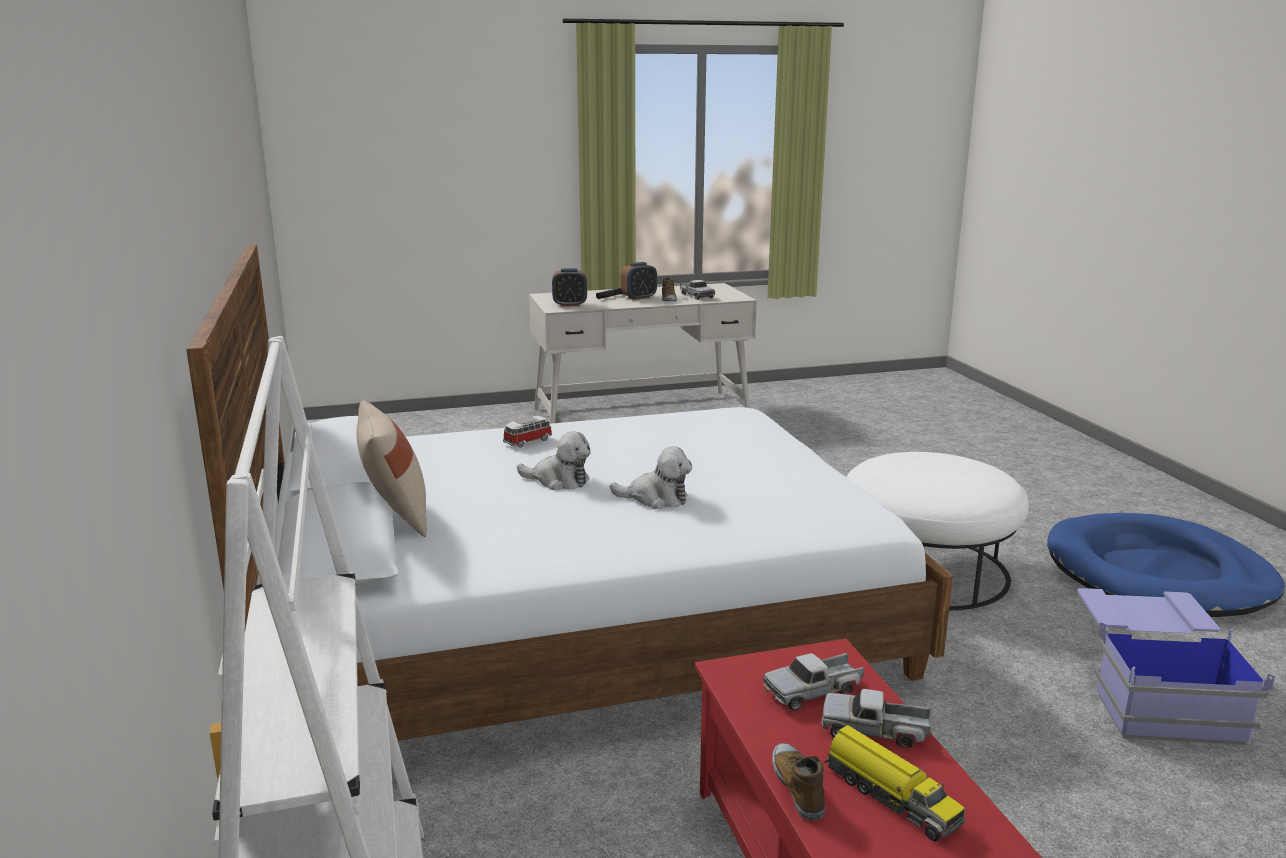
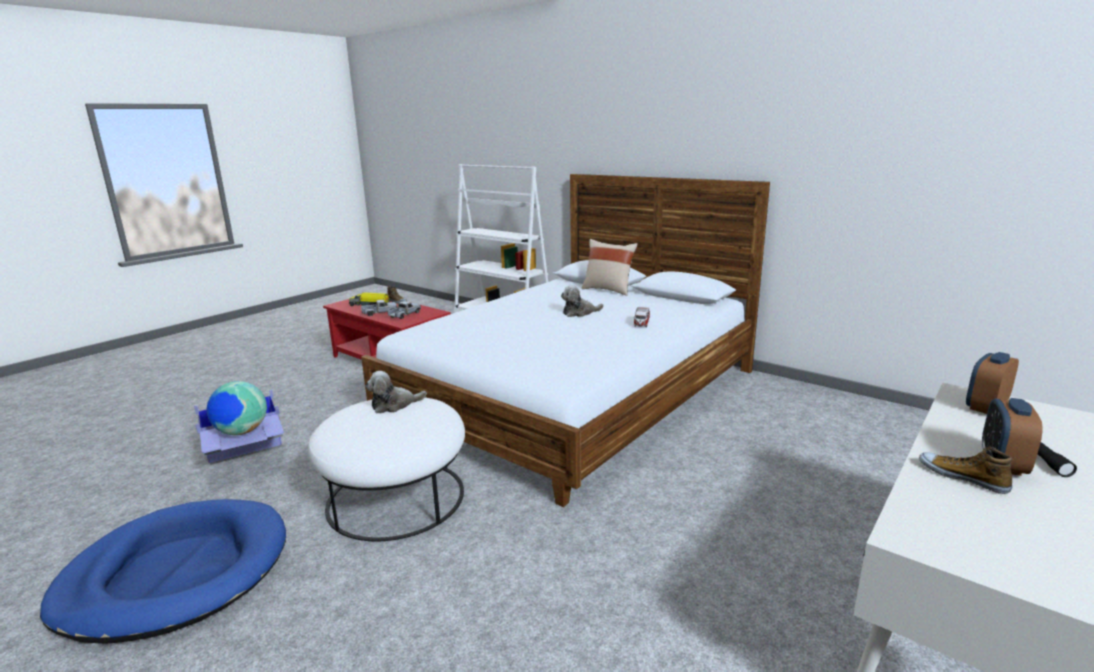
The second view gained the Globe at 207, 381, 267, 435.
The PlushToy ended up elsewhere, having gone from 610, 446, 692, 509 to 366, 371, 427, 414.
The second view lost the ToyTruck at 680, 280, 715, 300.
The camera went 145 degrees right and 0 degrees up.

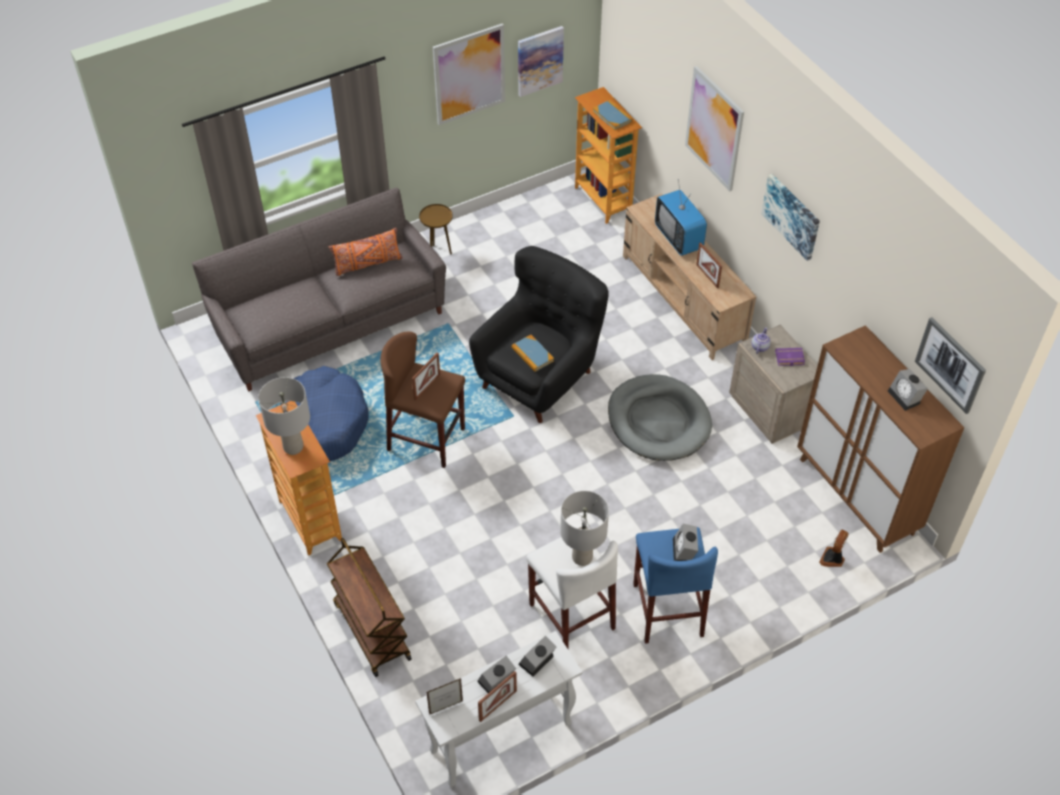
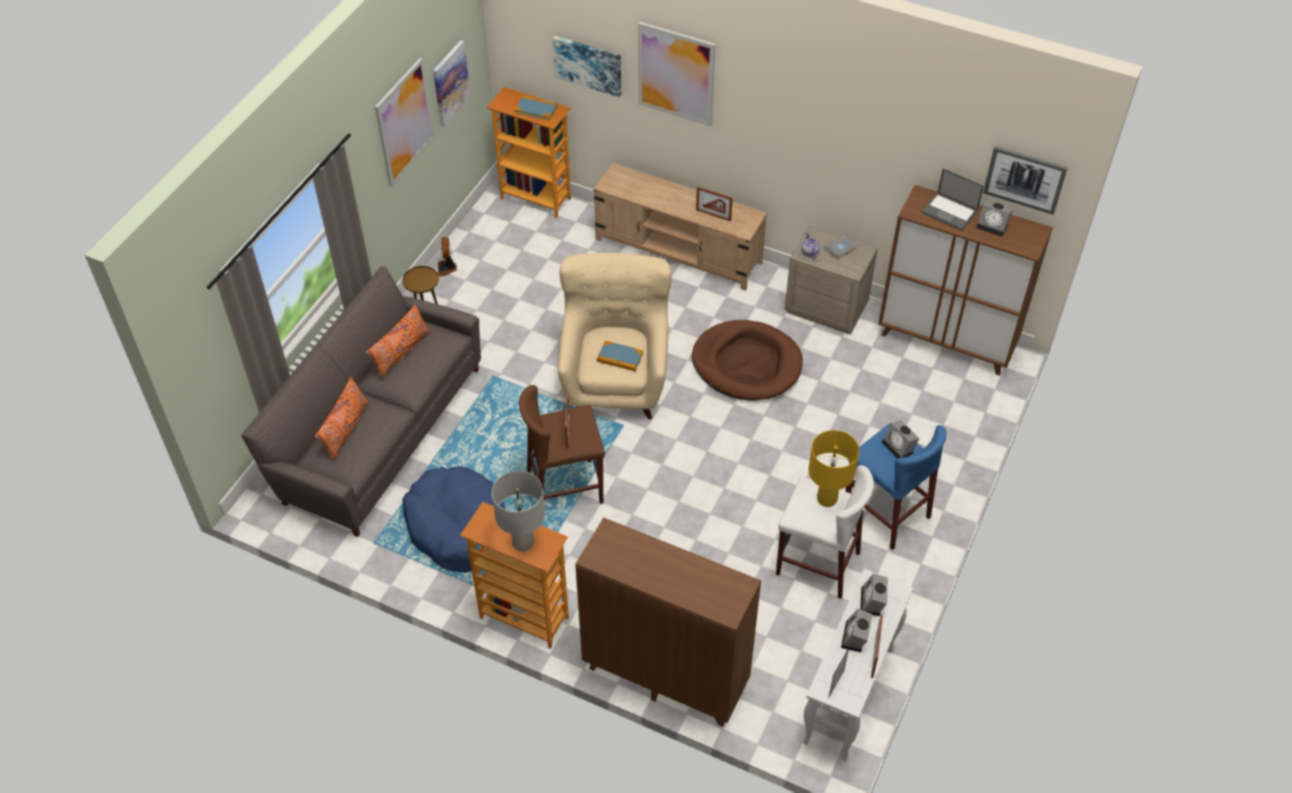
The second view gained the OrangePillow at 315, 376, 369, 460.
The Fan ended up elsewhere, having gone from 819, 530, 849, 567 to 438, 237, 457, 277.
The Picture ended up elsewhere, having gone from 761, 174, 820, 261 to 553, 36, 621, 97.
What was the BlackArmchair at 469, 246, 609, 423 turned into the BeigeArmchair at 558, 253, 672, 419.
Where the BrownCart stood at 327, 538, 412, 677, the BrownCabinet came to stand at 575, 517, 761, 727.
What was the GreyDogBed at 608, 374, 712, 461 turned into the BrownDogBed at 692, 320, 803, 401.
What was the GreyTableLamp at 560, 491, 609, 566 turned into the YellowTableLamp at 809, 430, 859, 507.
What was the PurpleBook at 775, 348, 805, 366 turned into the GreyBook at 824, 236, 856, 260.
The second view gained the Laptop at 921, 168, 984, 231.
The second view lost the Television at 655, 179, 707, 256.
The camera went 35 degrees left and 0 degrees up.

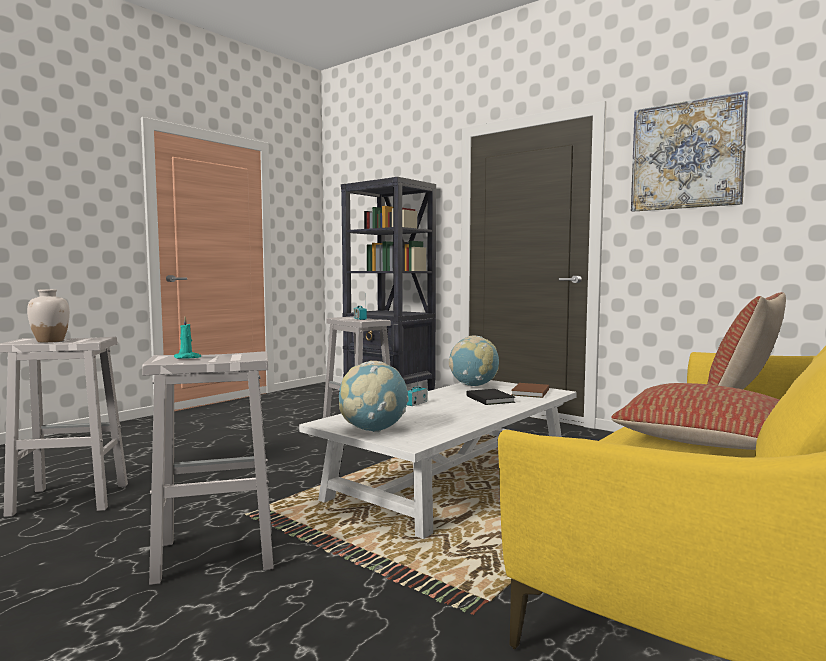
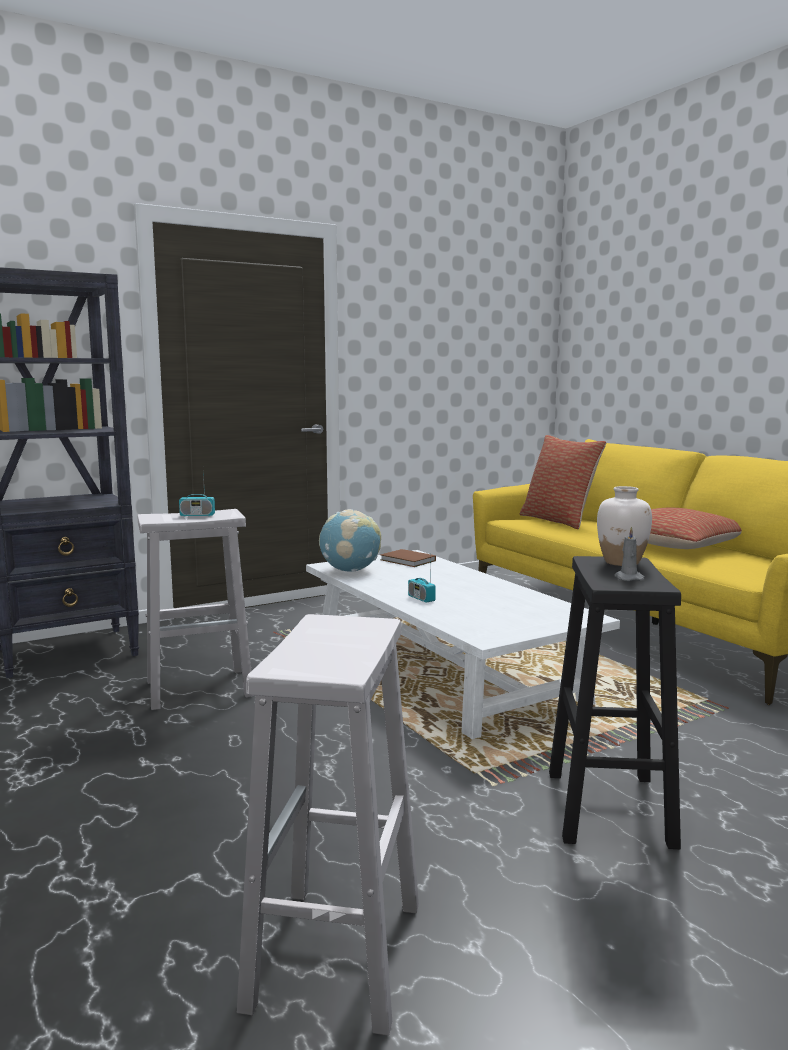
What was the WhiteStool at 142, 351, 274, 585 turned into the BlackStool at 549, 556, 681, 849.
The WhiteVase ended up elsewhere, having gone from 27, 289, 70, 342 to 597, 486, 652, 566.
What was the TurquoiseCandle at 174, 316, 202, 359 turned into the GreyCandle at 614, 526, 644, 581.
The second view lost the Globe at 339, 361, 409, 432.
The second view lost the BlackBook at 467, 389, 515, 405.
The second view lost the Picture at 631, 91, 749, 212.
The camera went 70 degrees left and 5 degrees up.

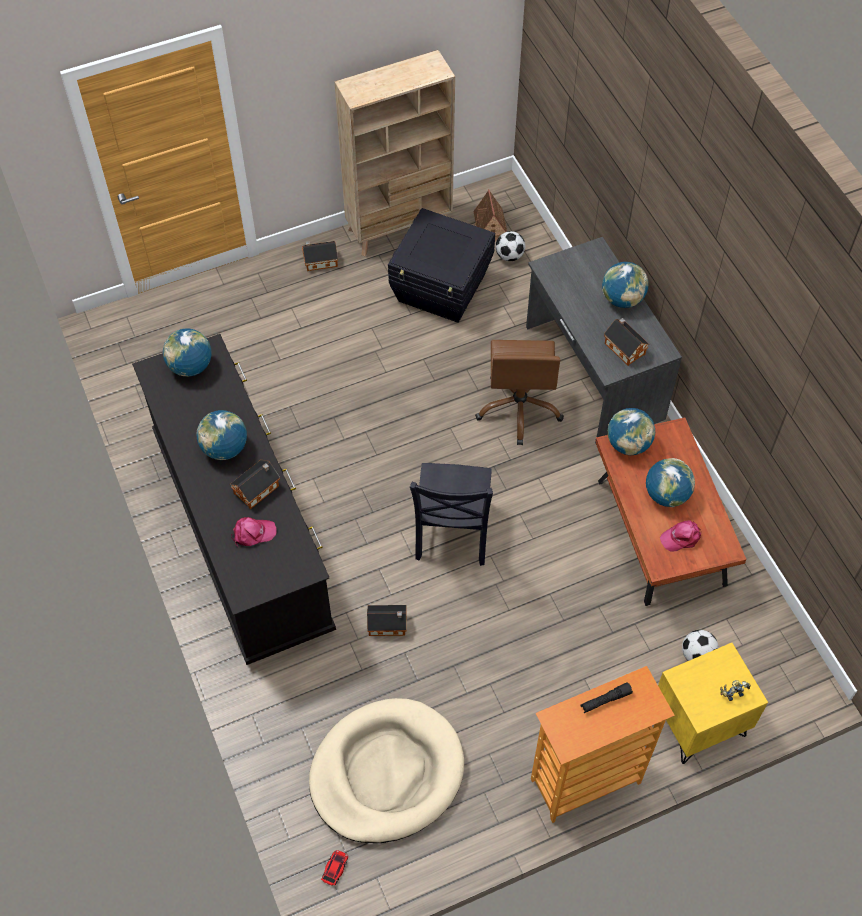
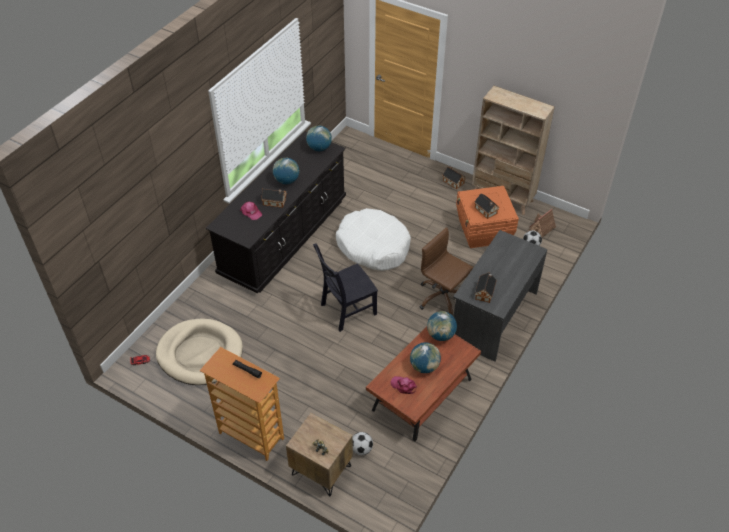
What was the YellowNightstand at 658, 643, 768, 764 turned into the BrownNightstand at 286, 413, 353, 496.
The second view gained the WhiteDogBed at 336, 208, 411, 271.
The BrownOfficeChair at 475, 340, 564, 445 ended up facing another way, 75 degrees clockwise from before.
What was the BlackStorageBox at 388, 208, 495, 323 turned into the OrangeStorageBox at 456, 186, 519, 248.
The ToyHouse ended up elsewhere, having gone from 367, 605, 407, 636 to 474, 193, 499, 219.
The second view lost the Globe at 602, 262, 649, 308.
The camera went 55 degrees right and 10 degrees down.

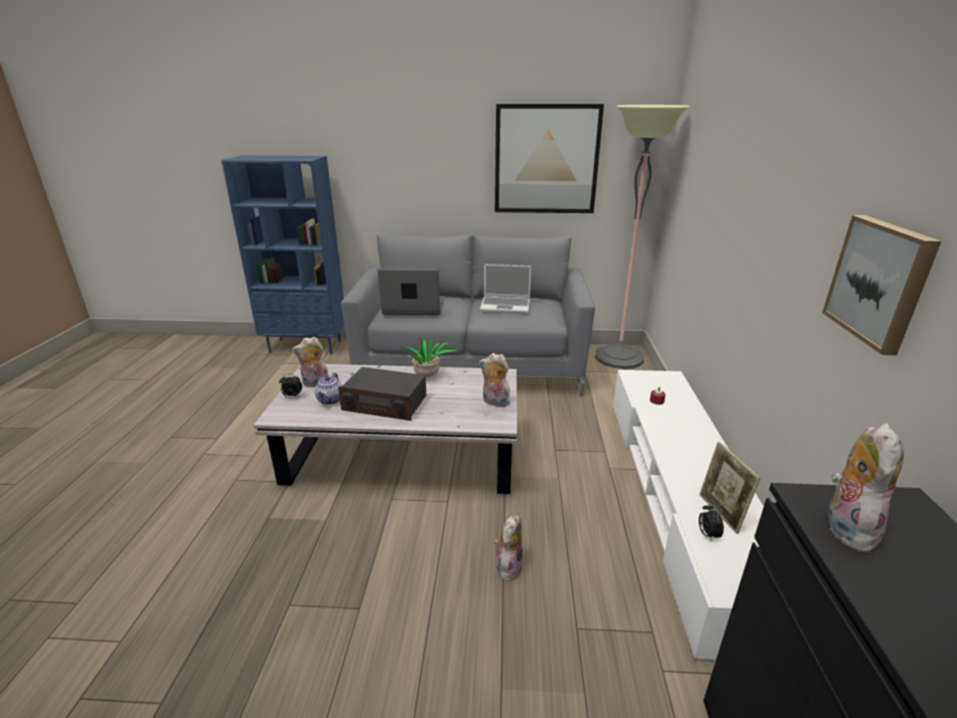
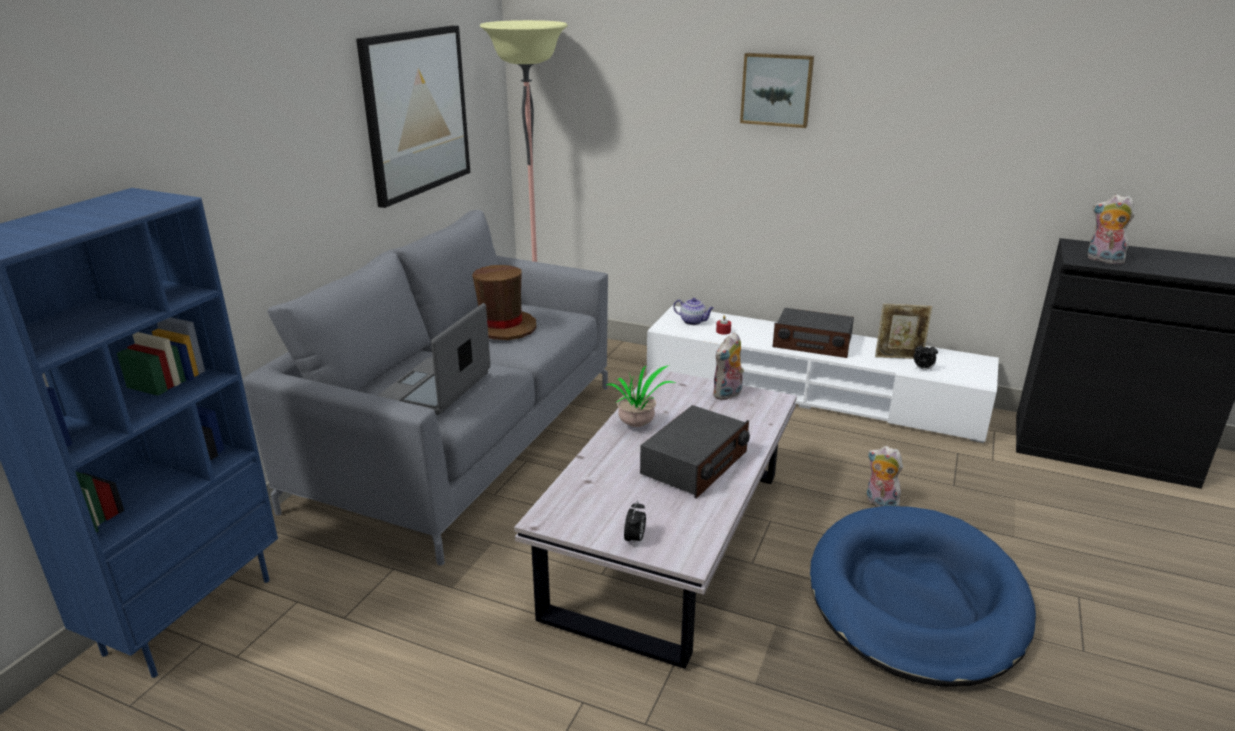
Where the Laptop stood at 480, 264, 531, 314, the BrownHat came to stand at 472, 265, 537, 340.
The Teapot ended up elsewhere, having gone from 315, 373, 343, 405 to 673, 298, 714, 325.
The Picture ended up elsewhere, having gone from 822, 215, 942, 355 to 740, 53, 814, 128.
The second view gained the Radio at 773, 308, 854, 358.
The second view gained the BlueDogBed at 810, 506, 1036, 687.
The second view lost the PlushToy at 292, 337, 329, 387.
The camera went 70 degrees left and 0 degrees up.

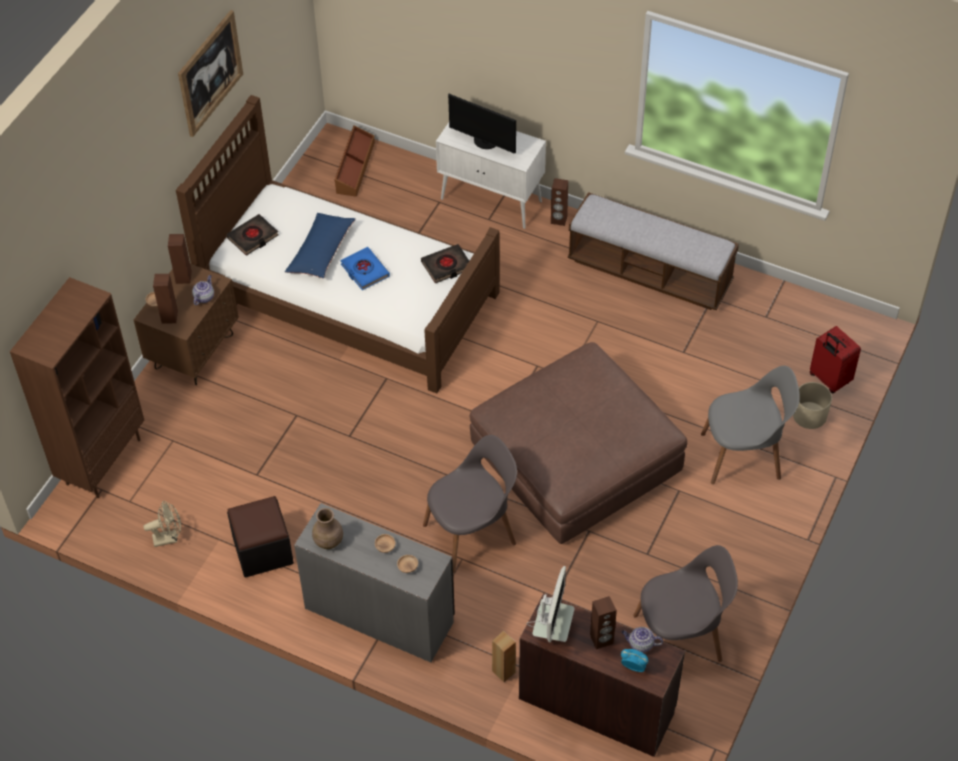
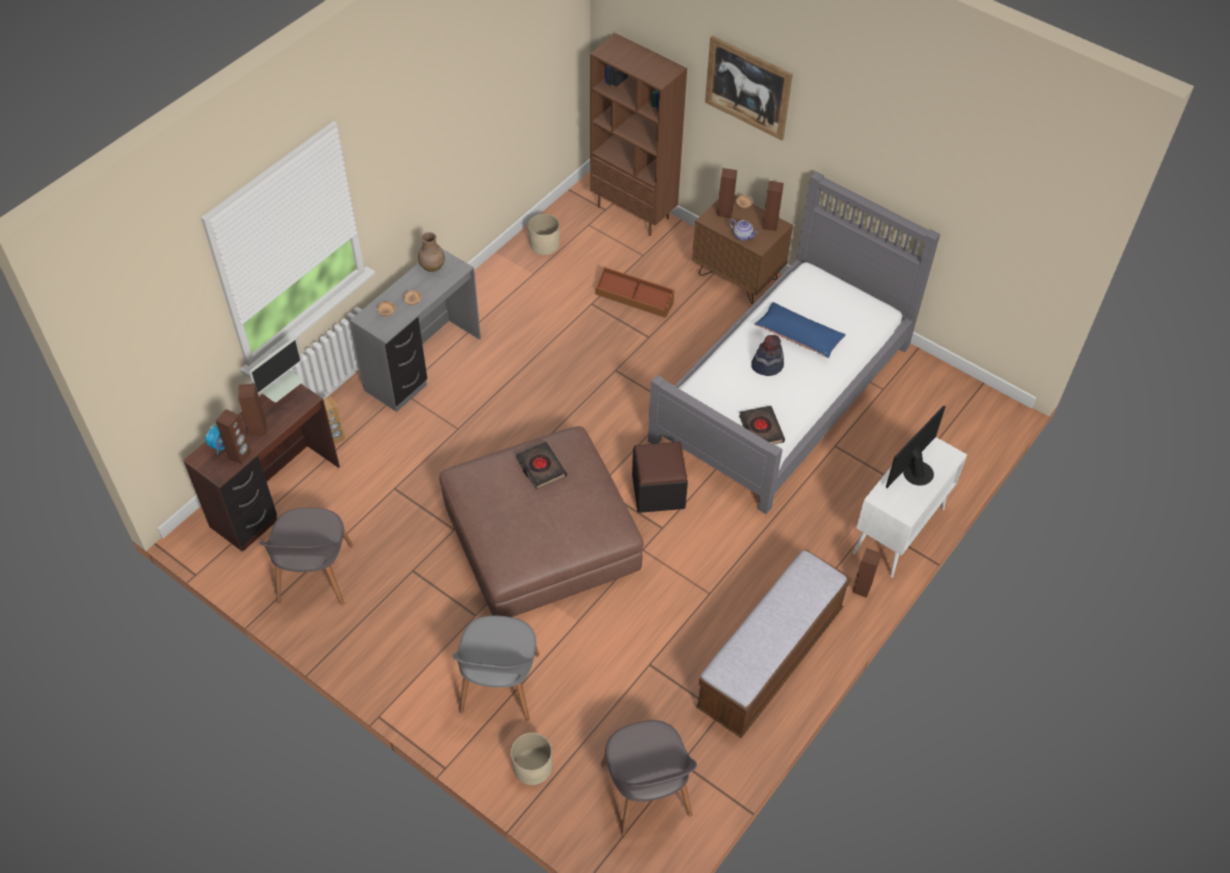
Where the Teapot stood at 621, 627, 663, 653, the BrownSpeaker came to stand at 216, 409, 252, 464.
The Monitor at 526, 566, 575, 643 ended up facing another way, 75 degrees counterclockwise from before.
The BlackBook ended up elsewhere, having gone from 226, 214, 278, 256 to 516, 442, 567, 490.
Where the BeigeFan stood at 143, 501, 181, 547, the BeigePlanter came to stand at 528, 214, 560, 255.
The BrownStorageBox ended up elsewhere, having gone from 335, 125, 375, 197 to 596, 267, 675, 318.
The GreyChair ended up elsewhere, having gone from 423, 435, 517, 573 to 601, 720, 697, 835.
The BlackOttoman ended up elsewhere, having gone from 227, 496, 294, 578 to 632, 442, 688, 513.
What was the BrownBed at 176, 95, 500, 393 turned into the GreyBed at 648, 171, 940, 514.
The Picture ended up elsewhere, having gone from 178, 10, 243, 137 to 705, 36, 793, 141.
Where the BlueBook stood at 340, 247, 390, 290, the Hat came to stand at 751, 335, 784, 376.
The second view lost the RedSuitcase at 810, 326, 861, 393.
The camera went 100 degrees right and 0 degrees up.

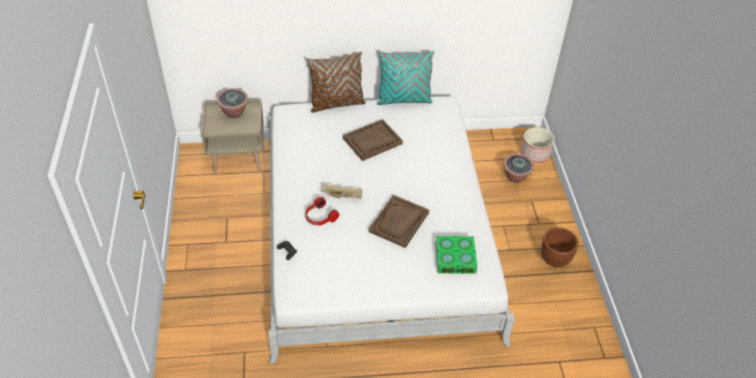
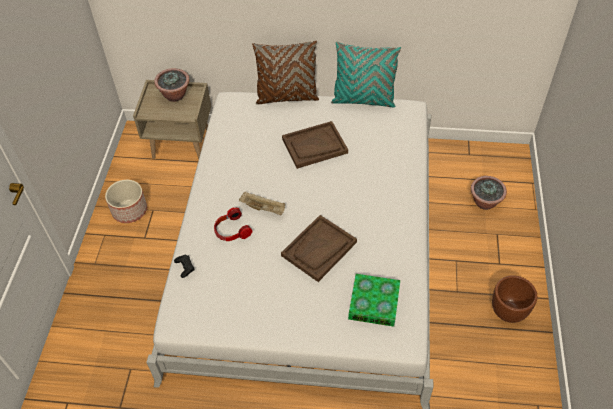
The Planter ended up elsewhere, having gone from 521, 127, 555, 163 to 105, 180, 147, 223.
The camera went 15 degrees right and 5 degrees up.

